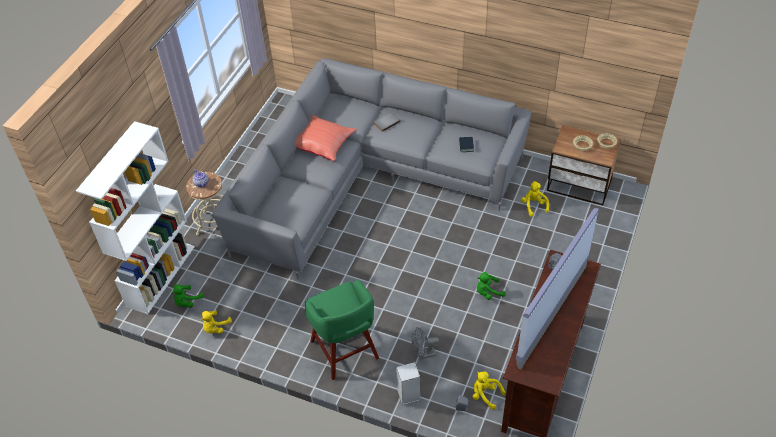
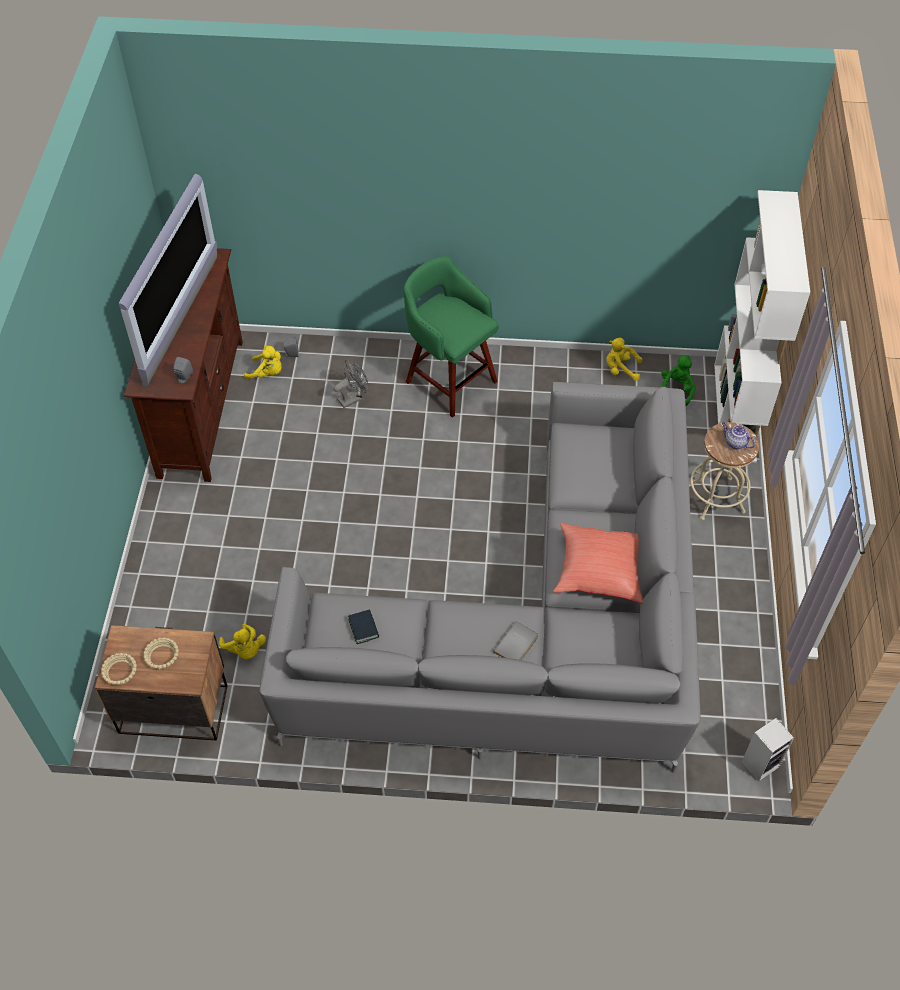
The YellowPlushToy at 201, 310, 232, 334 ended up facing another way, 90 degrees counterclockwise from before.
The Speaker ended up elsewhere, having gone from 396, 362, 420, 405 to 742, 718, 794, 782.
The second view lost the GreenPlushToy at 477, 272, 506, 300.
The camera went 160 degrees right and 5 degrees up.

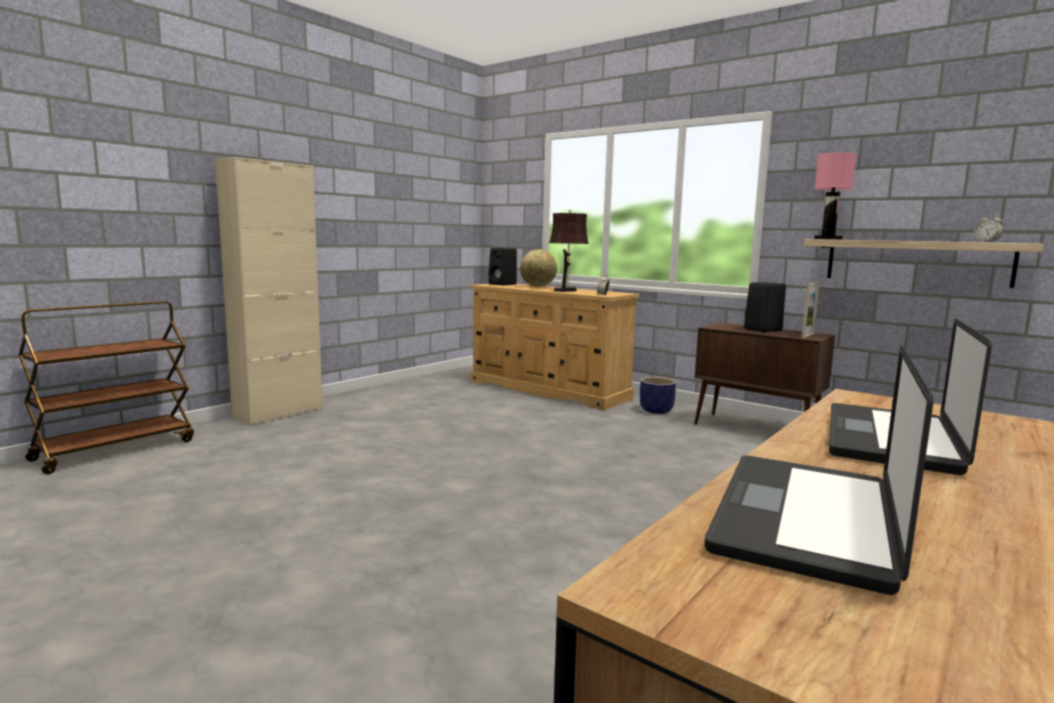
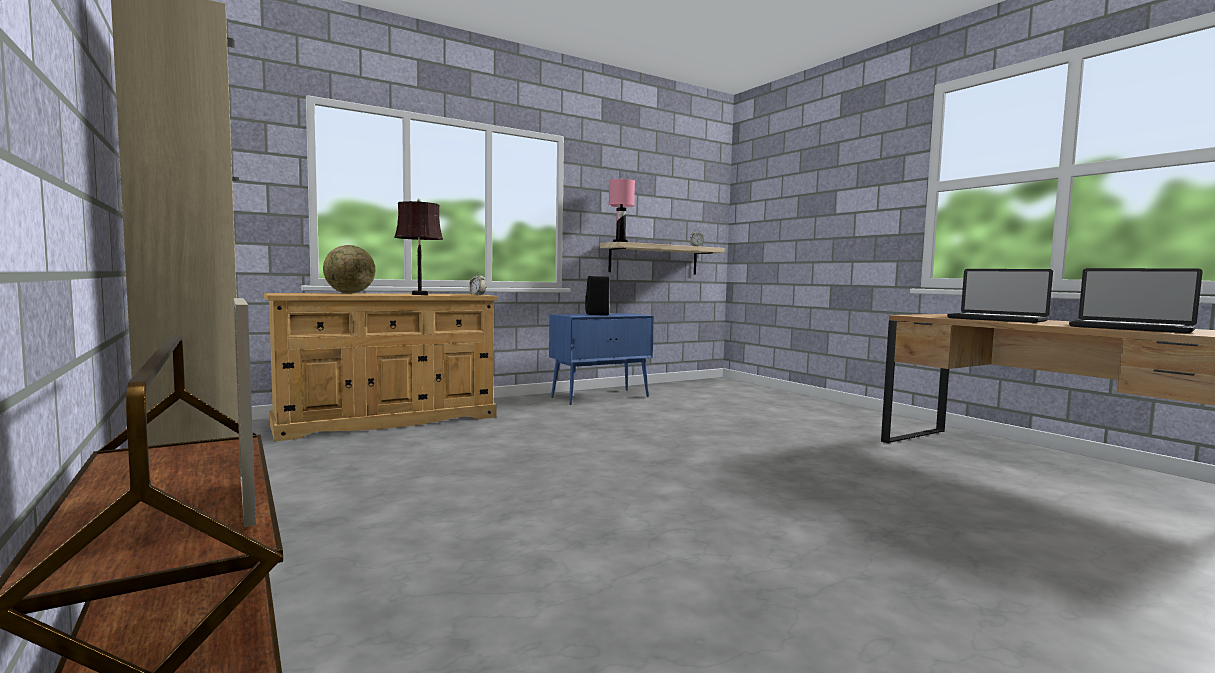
The PictureFrame ended up elsewhere, having gone from 802, 282, 820, 338 to 234, 298, 256, 527.
What was the BrownCabinet at 694, 323, 835, 425 turned into the BlueCabinet at 549, 313, 654, 405.
The second view lost the BlackSpeaker at 488, 248, 517, 285.
The second view lost the Planter at 640, 377, 676, 414.
The camera went 70 degrees left and 5 degrees down.

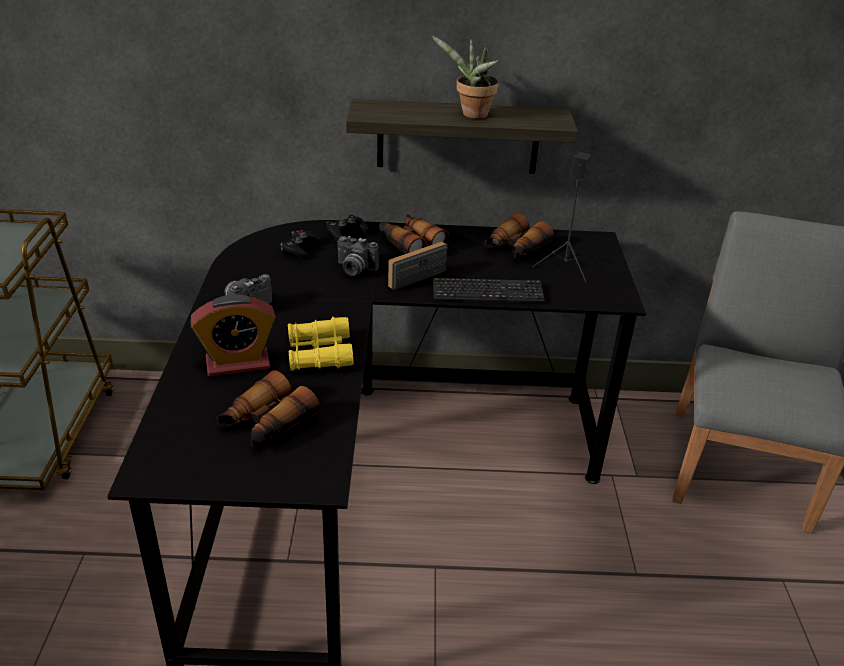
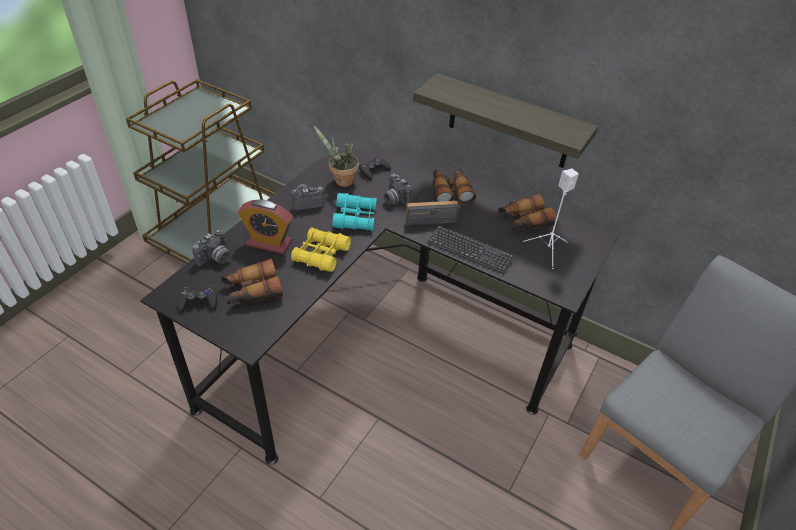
The BlackGameController ended up elsewhere, having gone from 326, 215, 369, 241 to 178, 285, 217, 312.
The second view gained the PhotoCamera at 192, 230, 231, 266.
The PottedPlant ended up elsewhere, having gone from 432, 36, 499, 119 to 313, 125, 359, 187.
The second view gained the TurquoiseBinoculars at 332, 193, 377, 231.
What was the BlackSpeaker at 532, 152, 591, 282 turned into the WhiteSpeaker at 523, 168, 579, 269.
The camera went 30 degrees right and 10 degrees up.

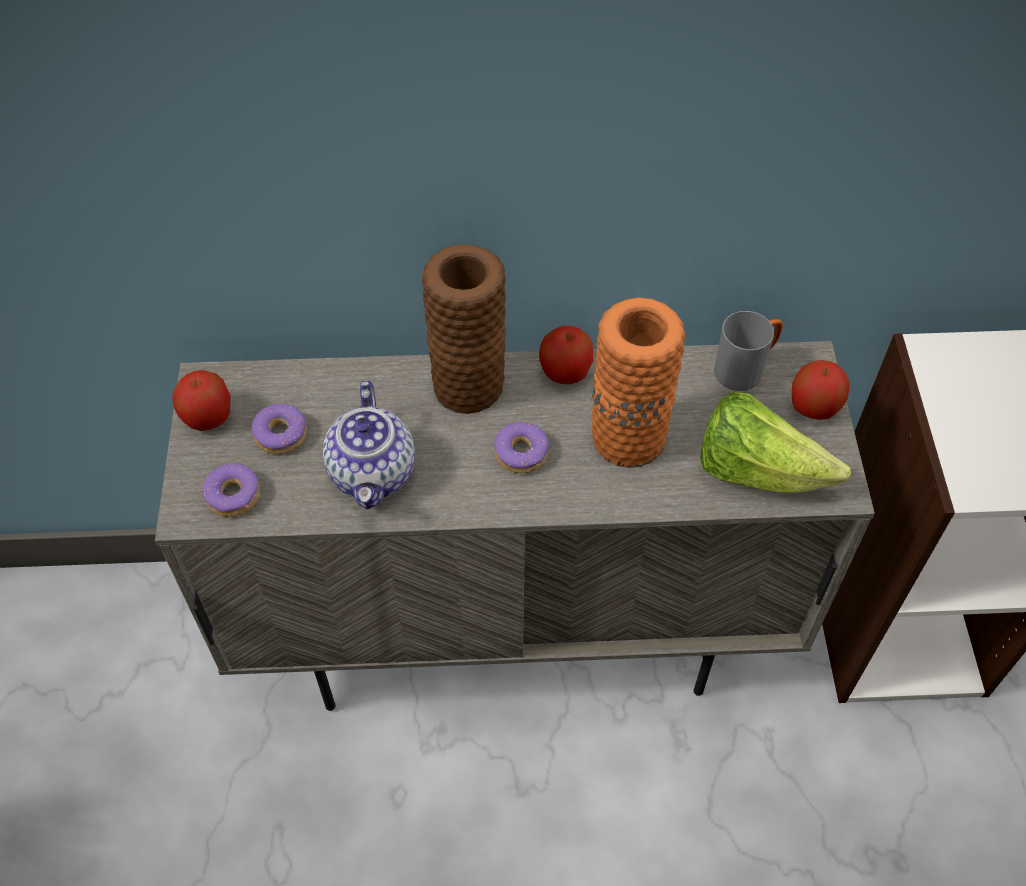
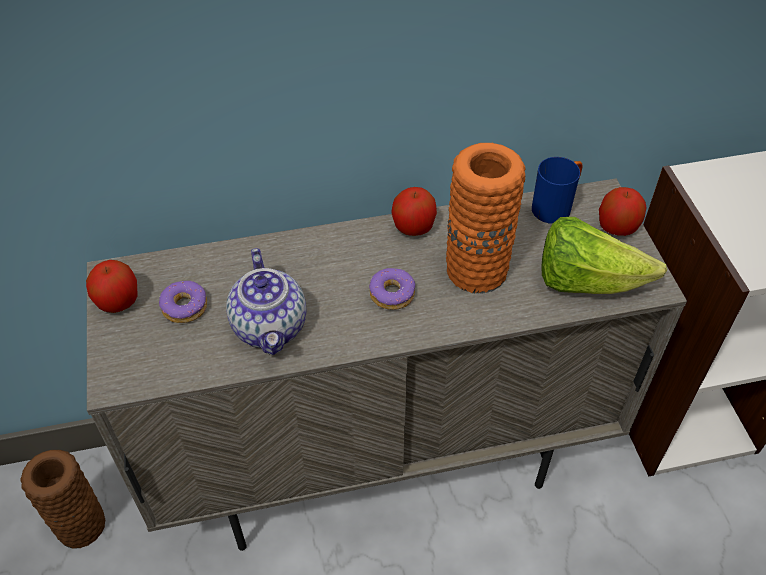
The BrownVase ended up elsewhere, having gone from 422, 244, 506, 414 to 20, 450, 105, 549.
What was the GreyMug at 714, 311, 783, 391 turned into the BlueMug at 532, 157, 583, 224.
The second view lost the Donut at 202, 463, 260, 517.
The camera went 10 degrees left and 5 degrees down.

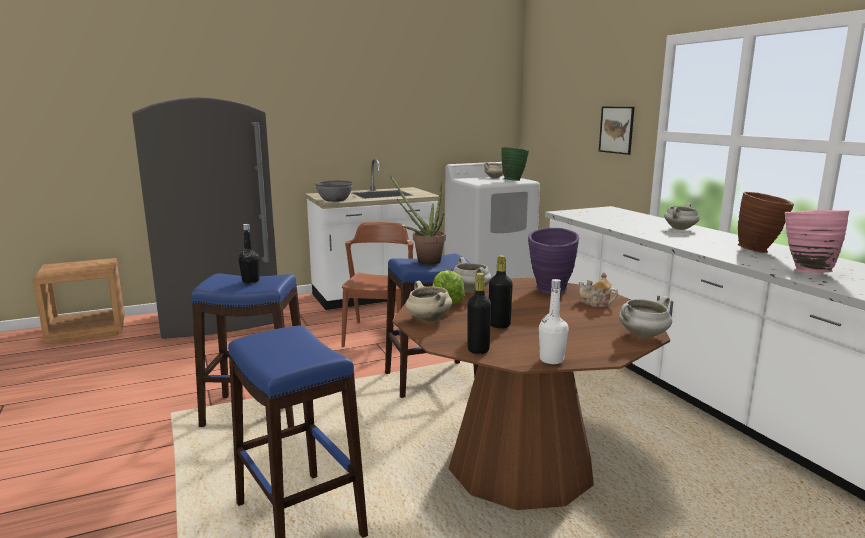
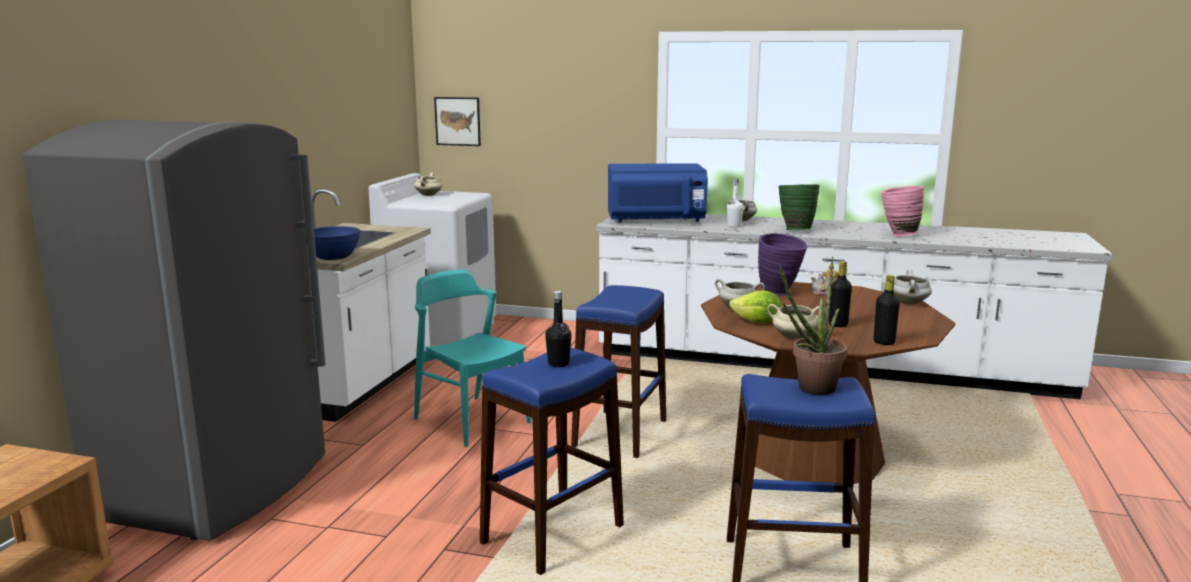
What was the GreyBowl at 315, 181, 353, 202 turned into the BlueBowl at 305, 226, 360, 260.
What was the BrownChair at 342, 222, 414, 347 turned into the TurquoiseChair at 414, 269, 531, 447.
The Picture ended up elsewhere, having gone from 599, 107, 634, 155 to 434, 97, 481, 146.
The second view gained the BlueMicrowave at 608, 163, 708, 223.
The WhiteBottle ended up elsewhere, having gone from 539, 279, 568, 364 to 727, 178, 744, 228.
The GreenVase ended up elsewhere, having gone from 501, 147, 529, 181 to 778, 184, 820, 230.
The PottedPlant ended up elsewhere, having gone from 389, 174, 446, 265 to 780, 257, 847, 395.
The second view lost the BrownVase at 738, 192, 794, 253.
The camera went 50 degrees left and 0 degrees up.

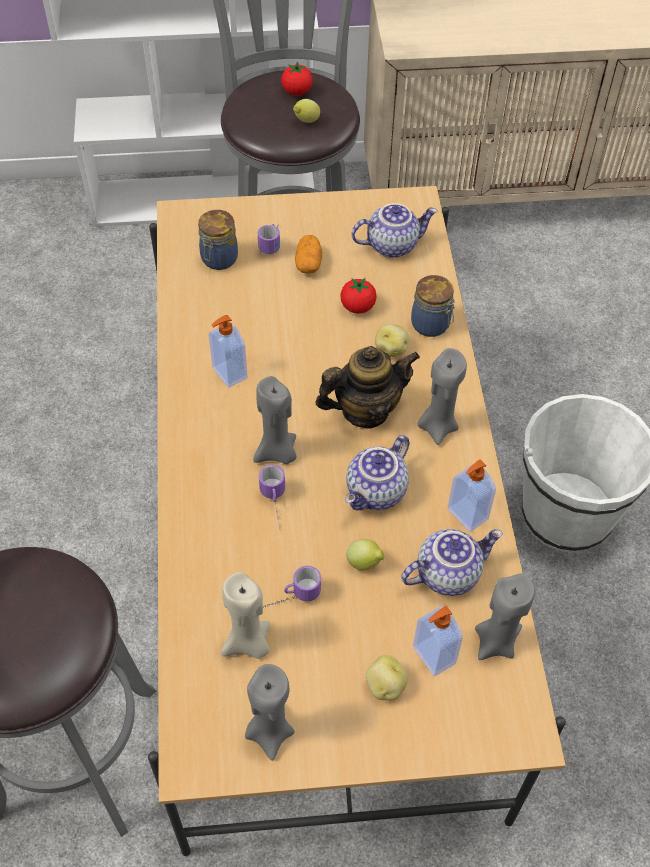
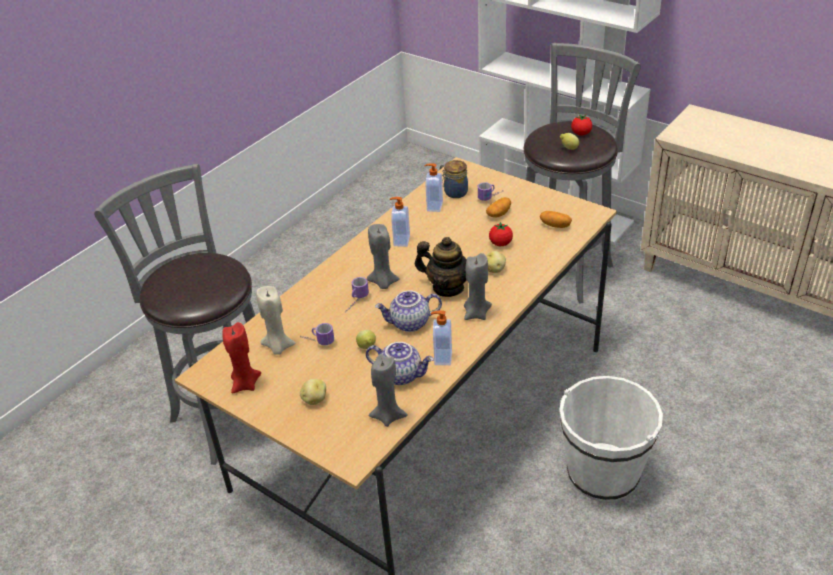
What was the GreyCandle at 245, 664, 295, 761 turned into the RedCandle at 223, 322, 261, 394.
The SoapDispenser ended up elsewhere, having gone from 413, 606, 463, 676 to 425, 163, 443, 212.
Where the Teapot stood at 351, 203, 437, 258, the Potato came to stand at 540, 211, 572, 228.
The second view lost the Jar at 411, 275, 455, 337.
The camera went 45 degrees right and 15 degrees down.

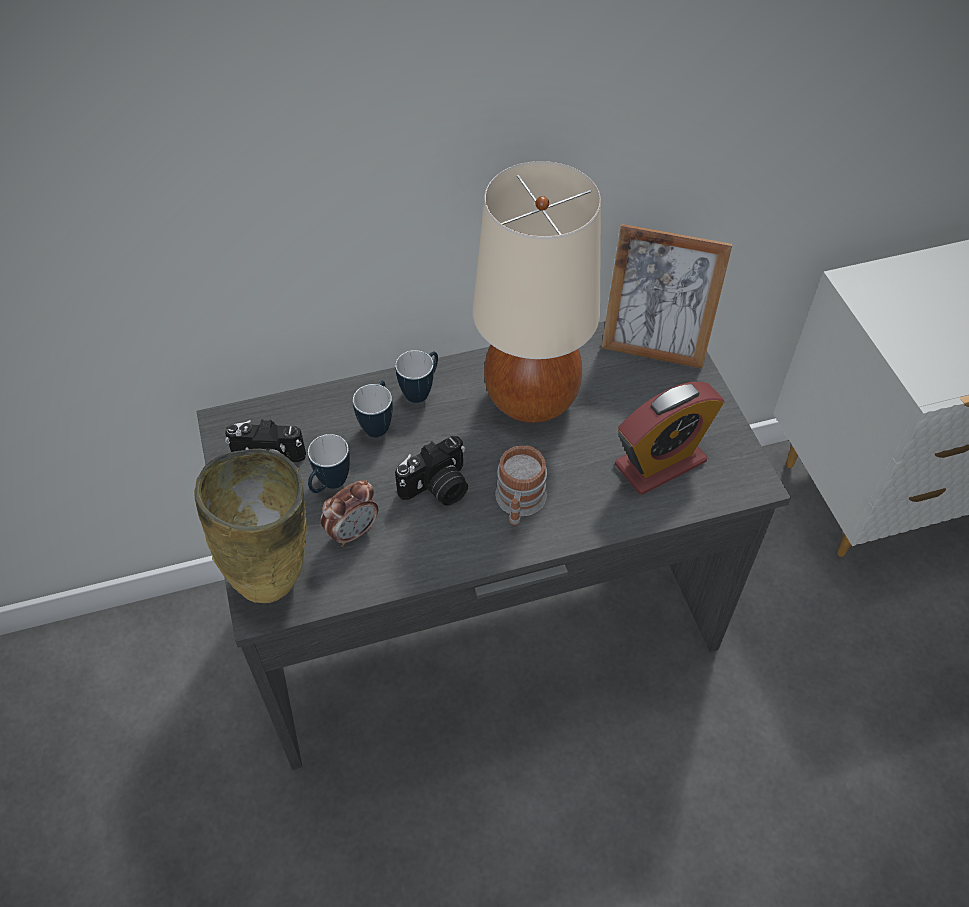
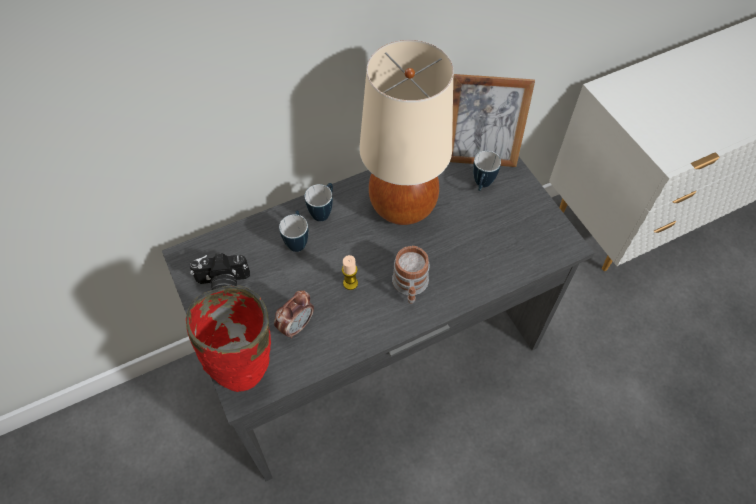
What was the BeigeVase at 194, 449, 307, 603 turned into the RedVase at 186, 285, 271, 392.
Where the PhotoCamera stood at 395, 436, 468, 506, the Candle came to stand at 342, 255, 358, 290.
The Mug ended up elsewhere, having gone from 308, 434, 350, 493 to 473, 151, 501, 191.
The second view lost the AlarmClock at 615, 382, 724, 495.
The camera went 10 degrees left and 5 degrees up.

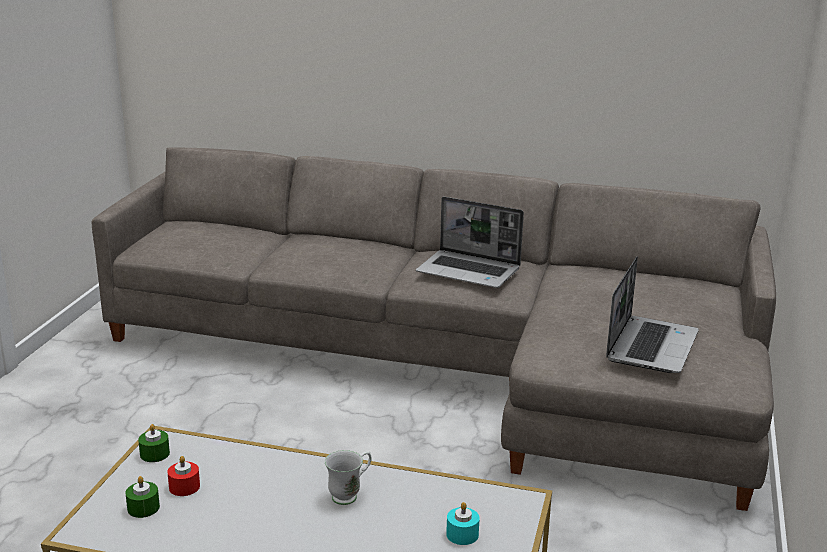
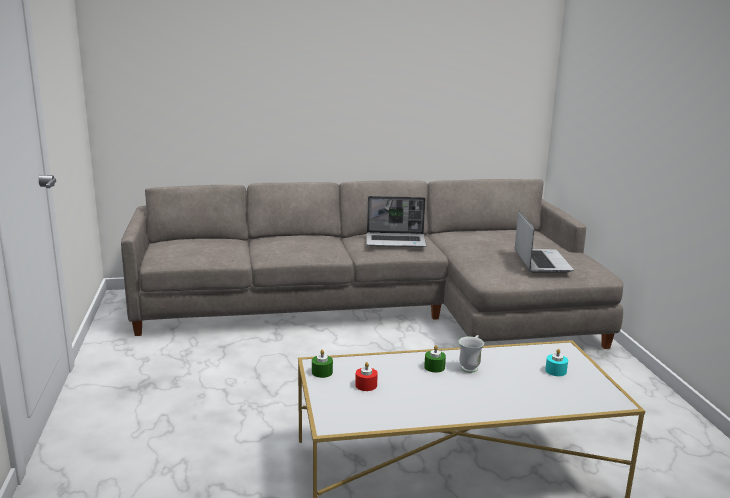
The GreenCandle ended up elsewhere, having gone from 125, 476, 160, 518 to 424, 345, 446, 373.
The camera went 25 degrees left and 5 degrees down.

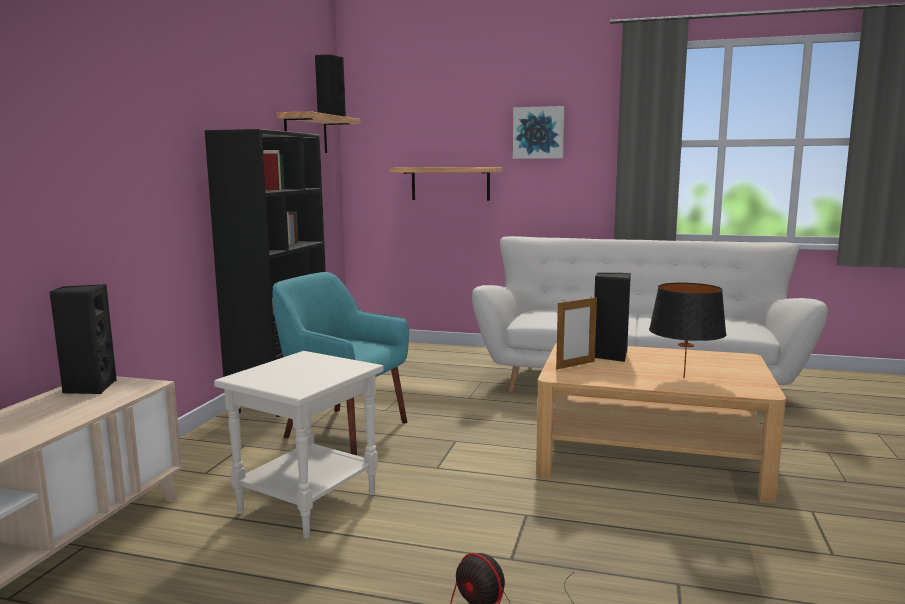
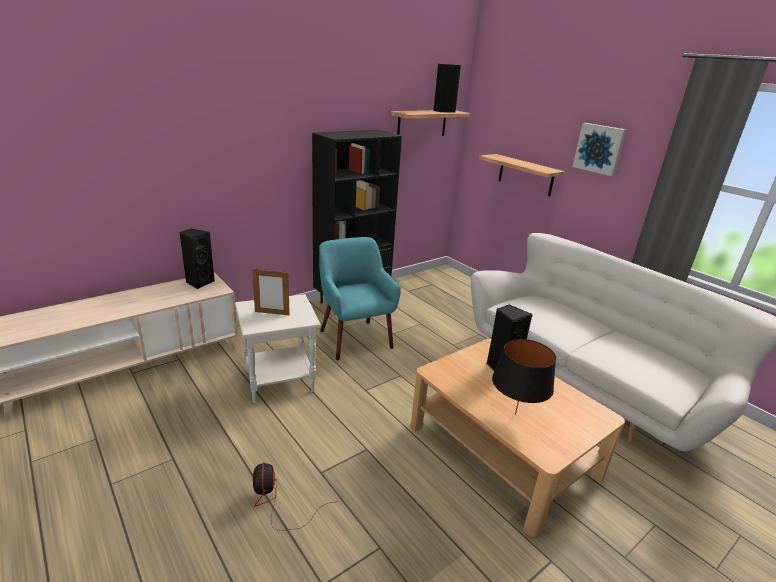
The PictureFrame ended up elsewhere, having gone from 556, 297, 597, 369 to 252, 268, 290, 315.
The camera went 35 degrees right and 15 degrees up.

